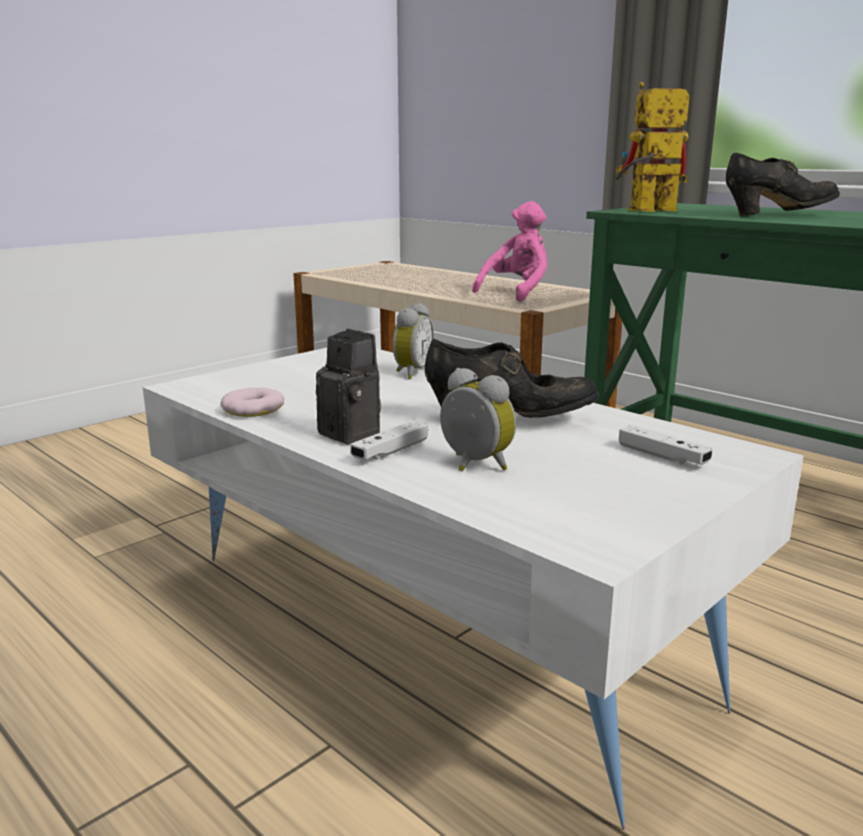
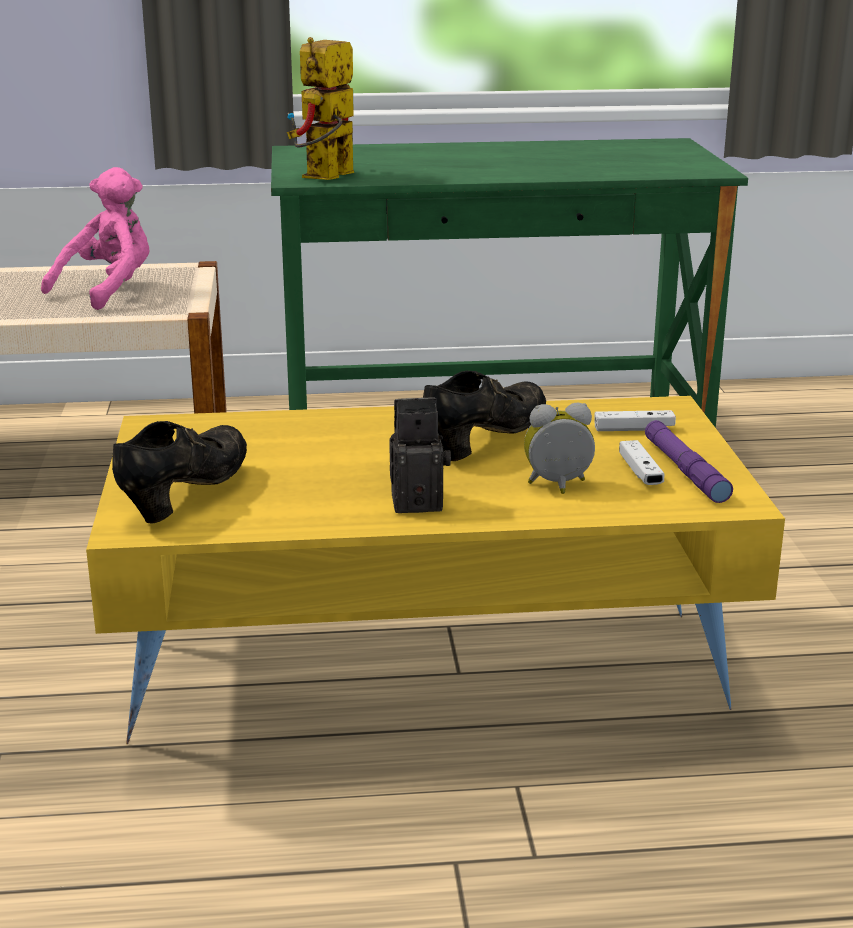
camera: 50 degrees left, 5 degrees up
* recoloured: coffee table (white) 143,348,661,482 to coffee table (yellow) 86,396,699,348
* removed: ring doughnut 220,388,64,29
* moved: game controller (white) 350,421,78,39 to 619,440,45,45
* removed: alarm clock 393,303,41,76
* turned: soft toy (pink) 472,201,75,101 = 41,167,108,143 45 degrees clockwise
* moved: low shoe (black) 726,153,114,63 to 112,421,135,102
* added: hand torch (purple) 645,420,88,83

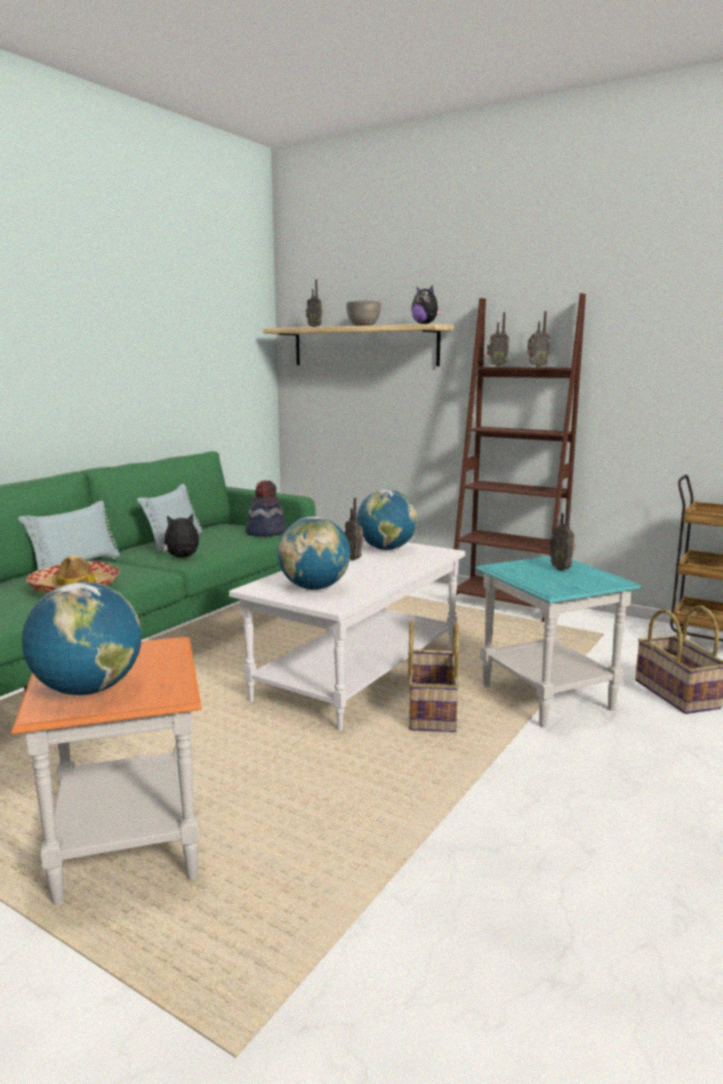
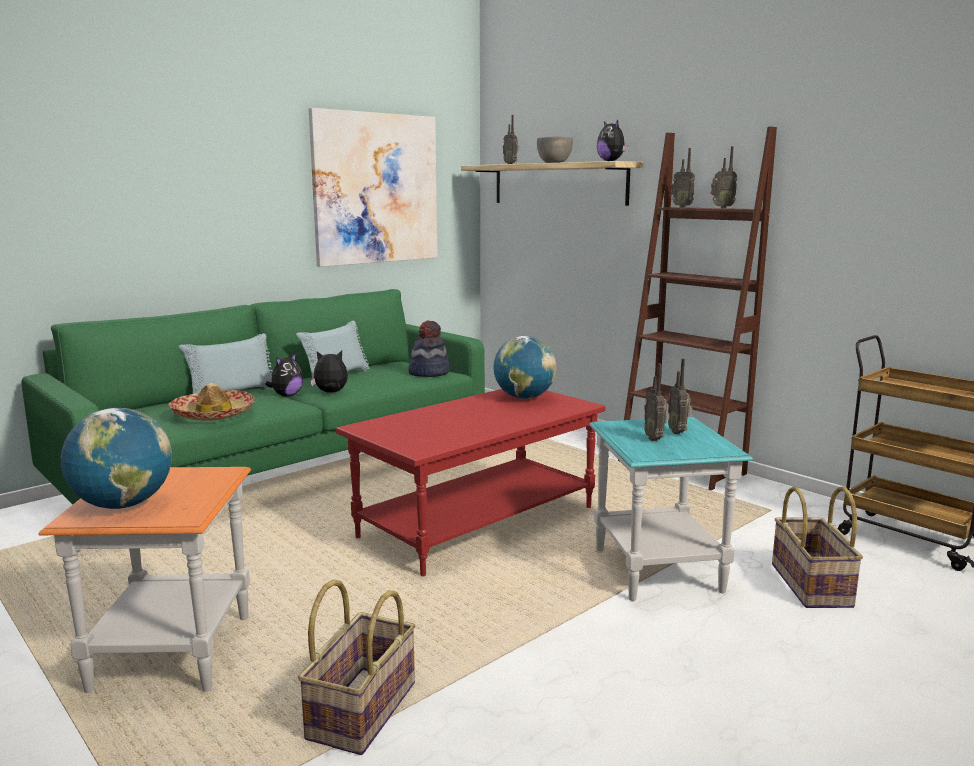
camera: 15 degrees right, 0 degrees up
* recoloured: coffee table (white) 229,541,236,190 to coffee table (red) 336,389,270,187
* removed: globe 278,517,73,73
* moved: radio 345,498,20,62 to 644,364,26,77
* moved: household basket 408,620,51,112 to 298,579,117,176
* added: soft toy 266,353,37,44
* added: picture 309,108,128,159

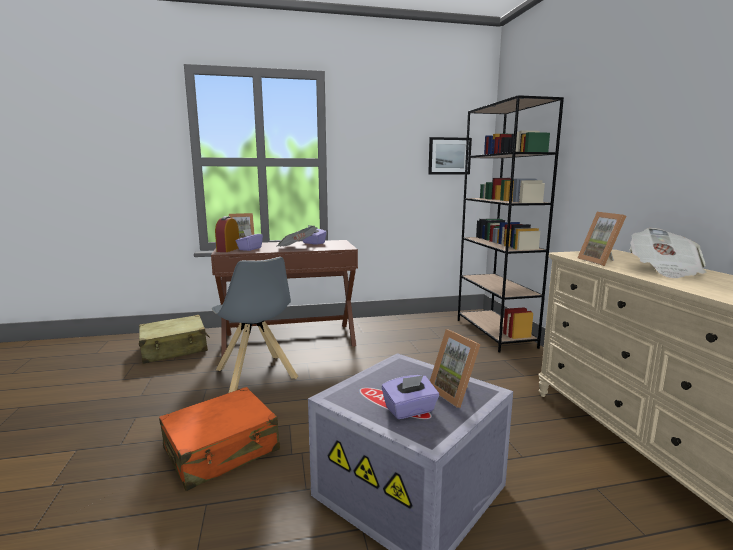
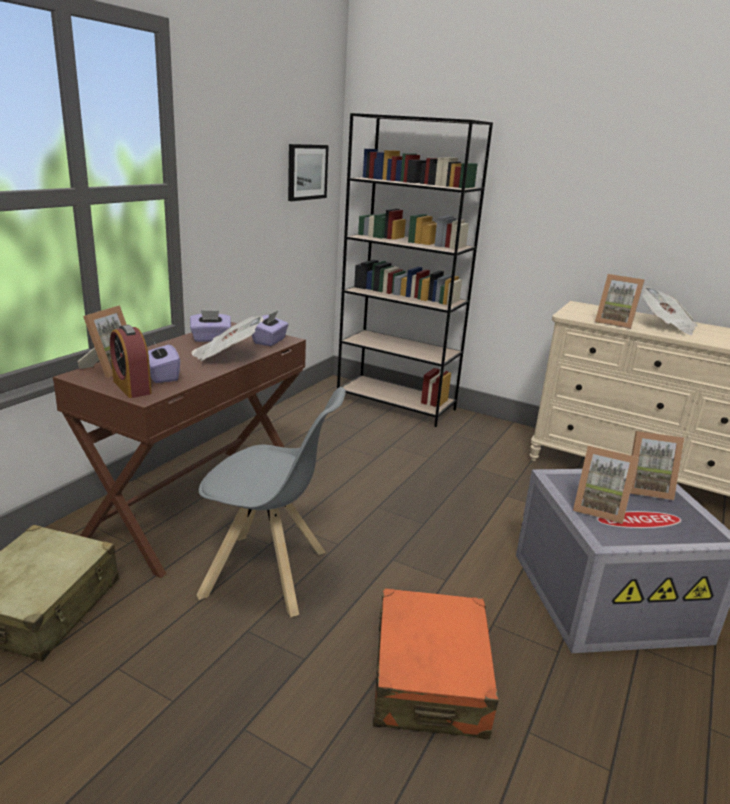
camera: 50 degrees left, 10 degrees up
* moved: tissue holder (purple) 382,375,57,44 to 252,311,37,35
* added: photo frame 573,446,66,78

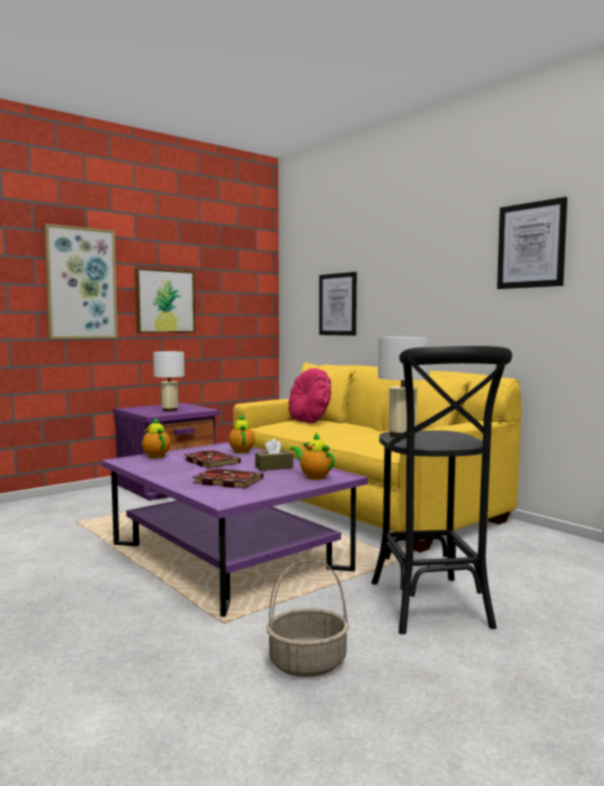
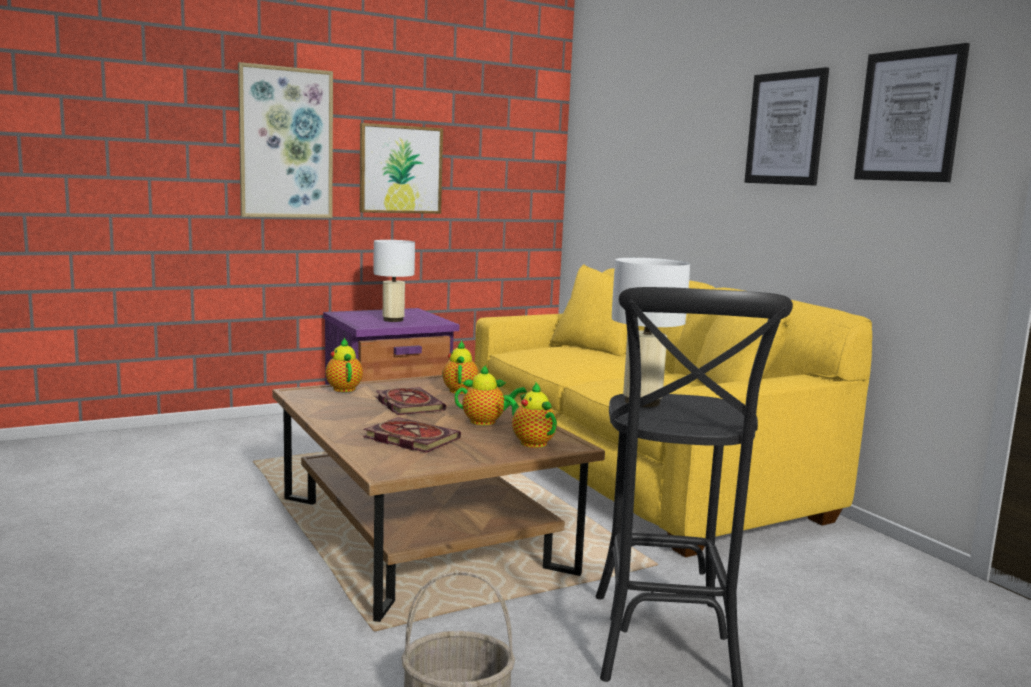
camera: 10 degrees right, 5 degrees up
* recoloured: coffee table (purple) 102,442,266,175 to coffee table (brownish) 272,375,333,247
* replaced: tissue holder (brownish) 255,438,38,33 to pot for tea 454,365,73,60
* removed: pillow (pink) 288,368,43,55
* moved: picture 319,272,38,64 to 745,67,84,119

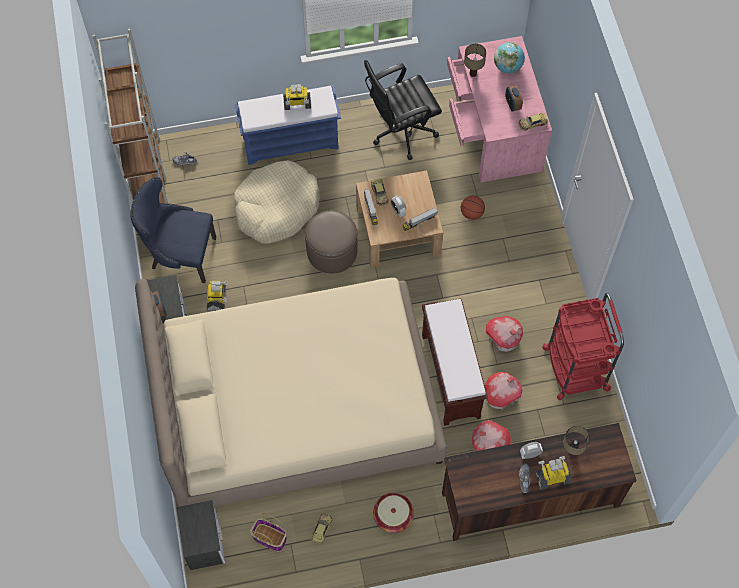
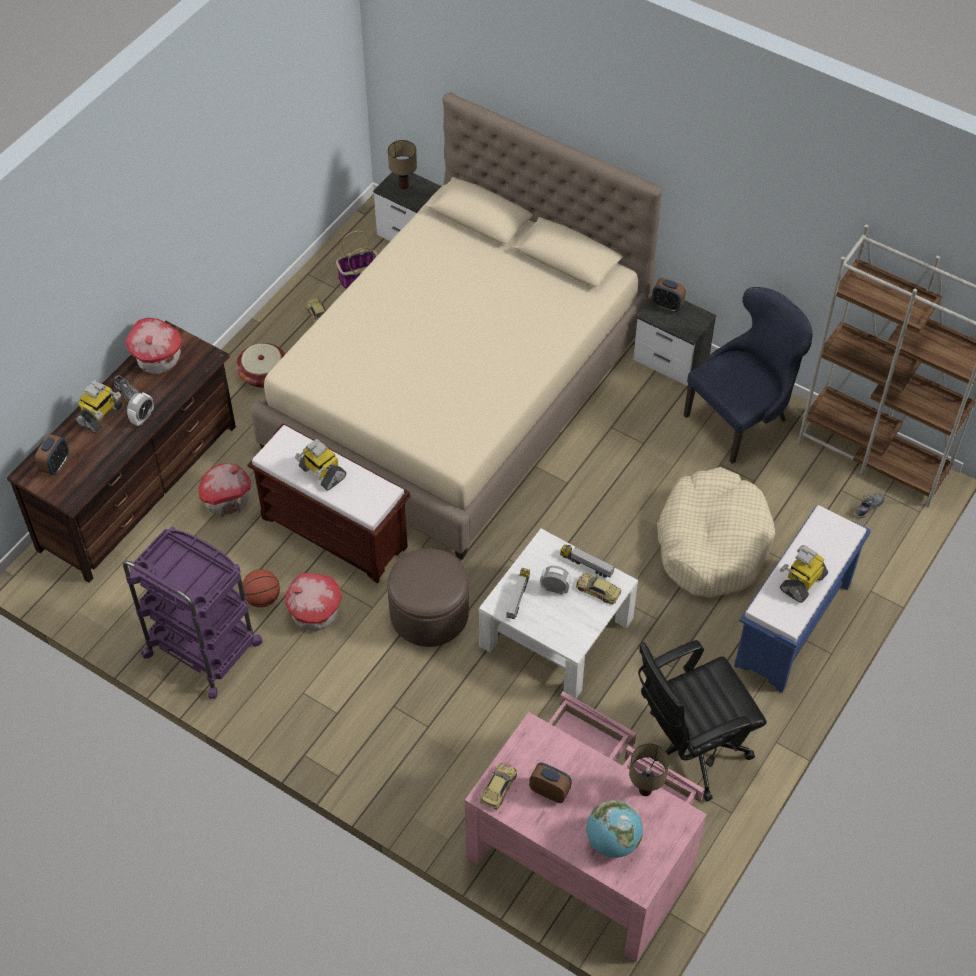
camera: 135 degrees right, 10 degrees down
* moved: robot figure 207,280,21,31 to 295,439,51,52
* moved: pouffe (brownish) 305,210,53,63 to 387,549,82,98
* recoloured: coffee table (brownish) 356,171,87,97 to coffee table (white) 479,529,159,170
* turned: desk chair (black) 364,60,78,100 = 638,640,129,161 135 degrees counterclockwise
* moved: basketball 461,195,24,25 to 242,569,38,39
* moved: miniature house 485,372,37,38 to 125,318,57,56
* recoloured: wheeled cart (red) 542,293,82,107 to wheeled cart (purple) 123,527,140,172
* moved: tabletop lamp 563,426,27,29 to 388,140,29,49
* added: alarm clock 35,434,34,41

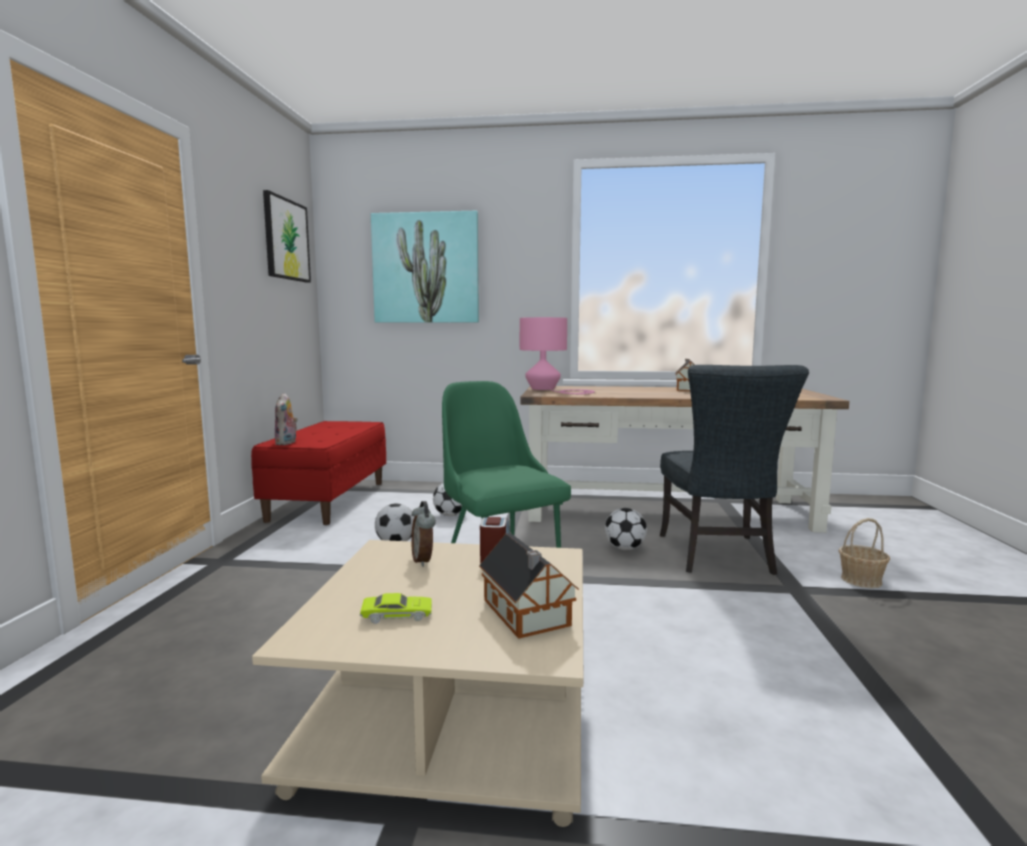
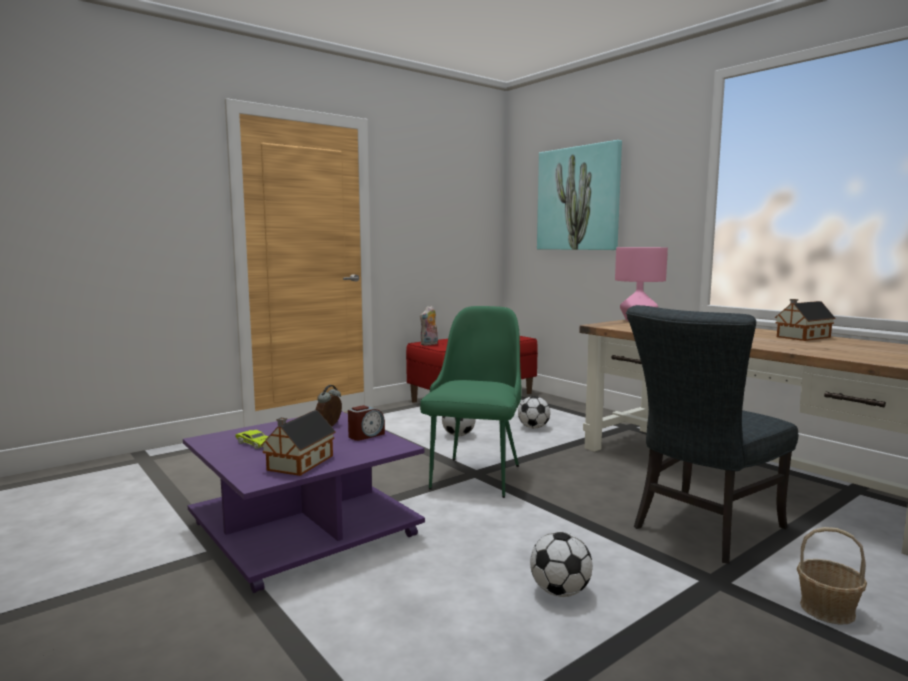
camera: 45 degrees right, 0 degrees up
* recoloured: coffee table (sand-coloured) 252,540,331,287 to coffee table (purple) 183,411,242,182
* removed: picture 263,190,48,93
* moved: ball for football 605,508,42,42 to 530,532,63,65

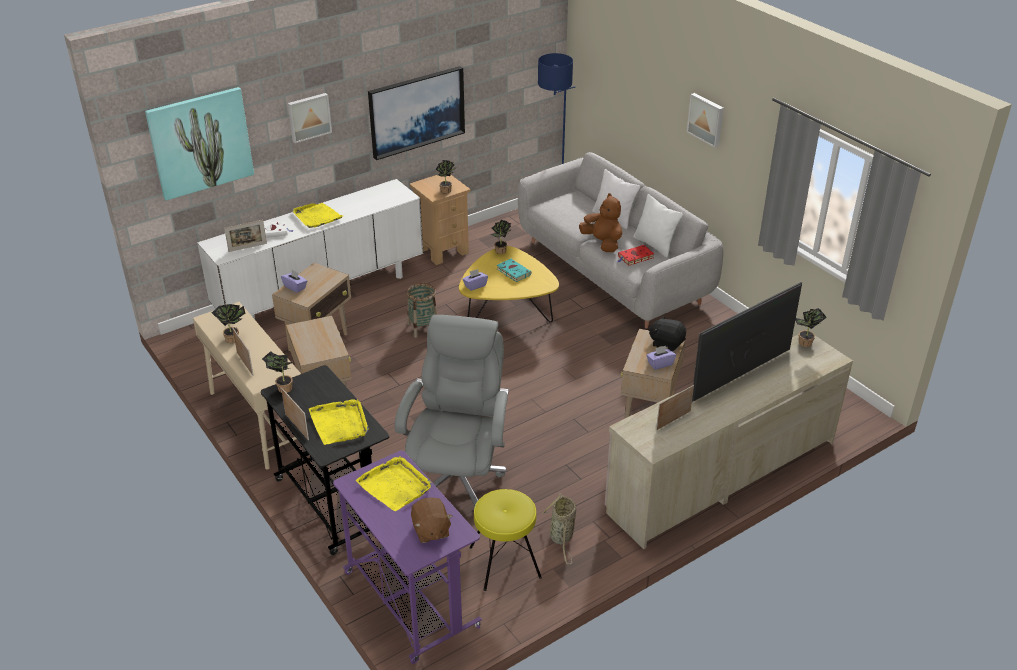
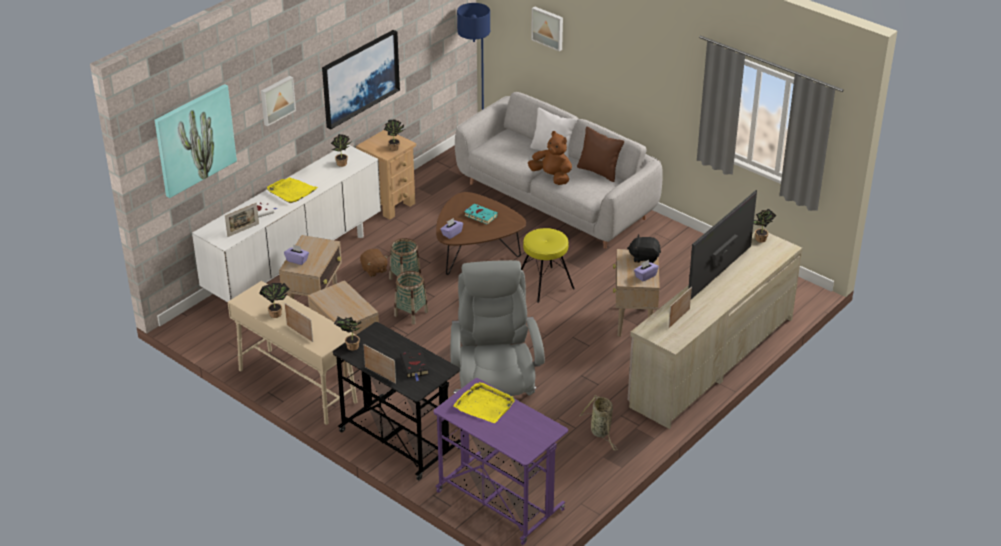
camera: 15 degrees left, 0 degrees up
* replaced: serving tray (yellow) 309,399,60,46 to book (black) 400,349,29,32
* moved: soft toy (brownish) 411,497,41,46 to 360,249,28,28
* recoloured: coffee table (yellow) 459,246,100,76 to coffee table (brownish) 436,192,90,83
* moved: stool (yellow) 470,489,72,102 to 521,228,54,75
* moved: houseplant 490,220,22,34 to 331,134,21,33
* removed: book (red) 617,245,37,21
* recoloured: pillow (white) 633,194,50,64 to pillow (brownish) 577,127,47,55
* moved: picture 687,93,37,55 to 531,6,32,45
* added: household basket 394,271,34,53

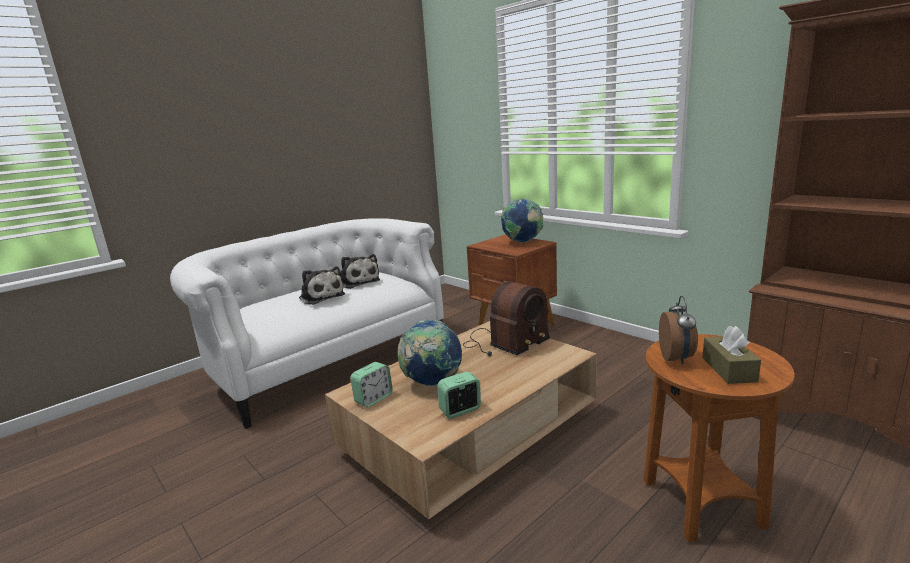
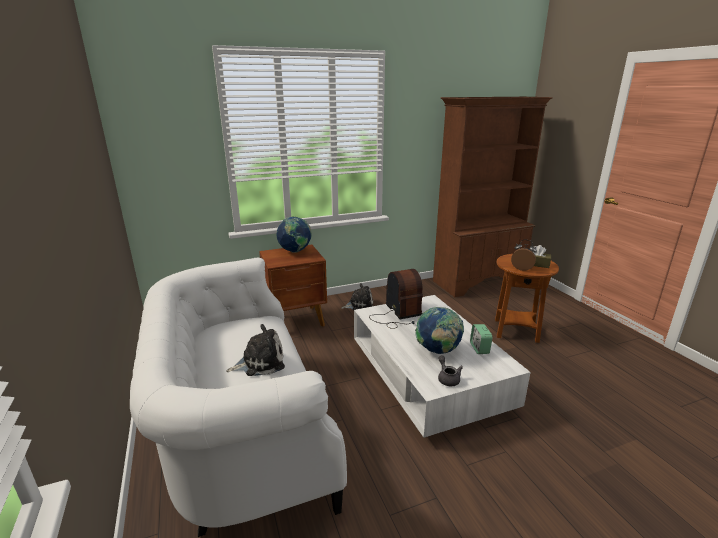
camera: 70 degrees left, 5 degrees up
* recoloured: coffee table (brownish) 325,321,272,198 to coffee table (white) 354,295,177,143
* moved: soft toy 341,254,39,35 to 341,283,32,28
* replaced: alarm clock 350,362,43,45 to pot for tea (greyish) 438,355,25,31

